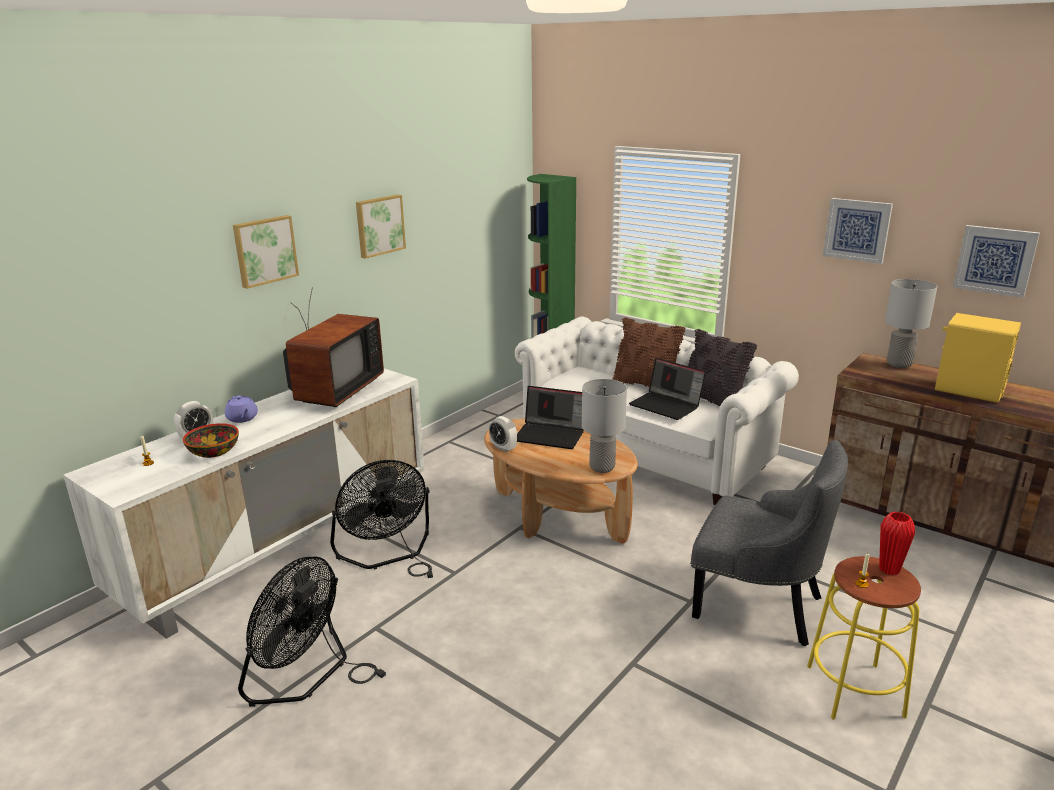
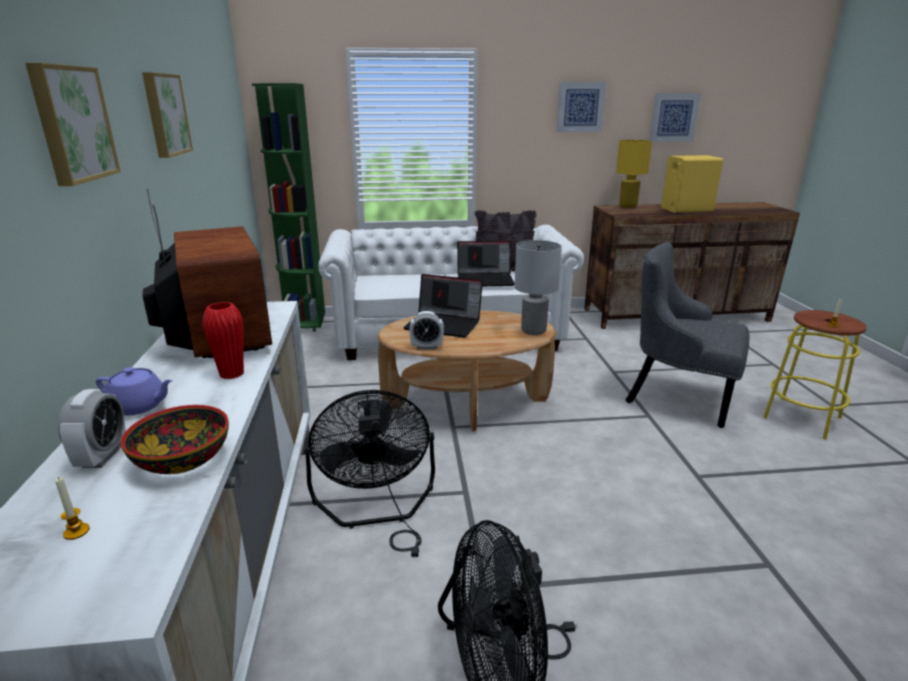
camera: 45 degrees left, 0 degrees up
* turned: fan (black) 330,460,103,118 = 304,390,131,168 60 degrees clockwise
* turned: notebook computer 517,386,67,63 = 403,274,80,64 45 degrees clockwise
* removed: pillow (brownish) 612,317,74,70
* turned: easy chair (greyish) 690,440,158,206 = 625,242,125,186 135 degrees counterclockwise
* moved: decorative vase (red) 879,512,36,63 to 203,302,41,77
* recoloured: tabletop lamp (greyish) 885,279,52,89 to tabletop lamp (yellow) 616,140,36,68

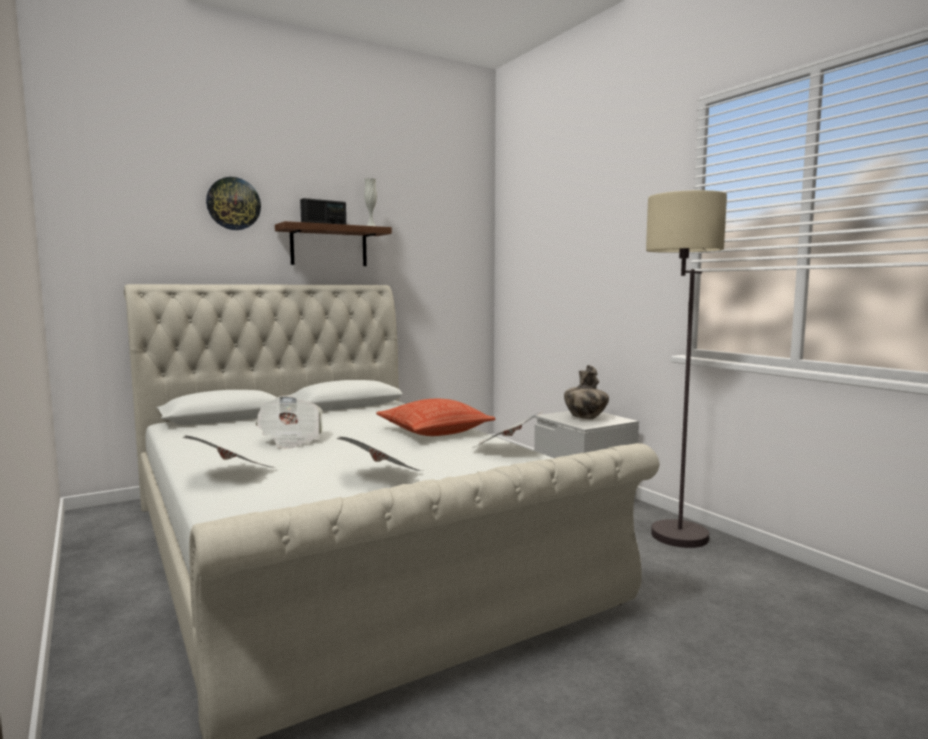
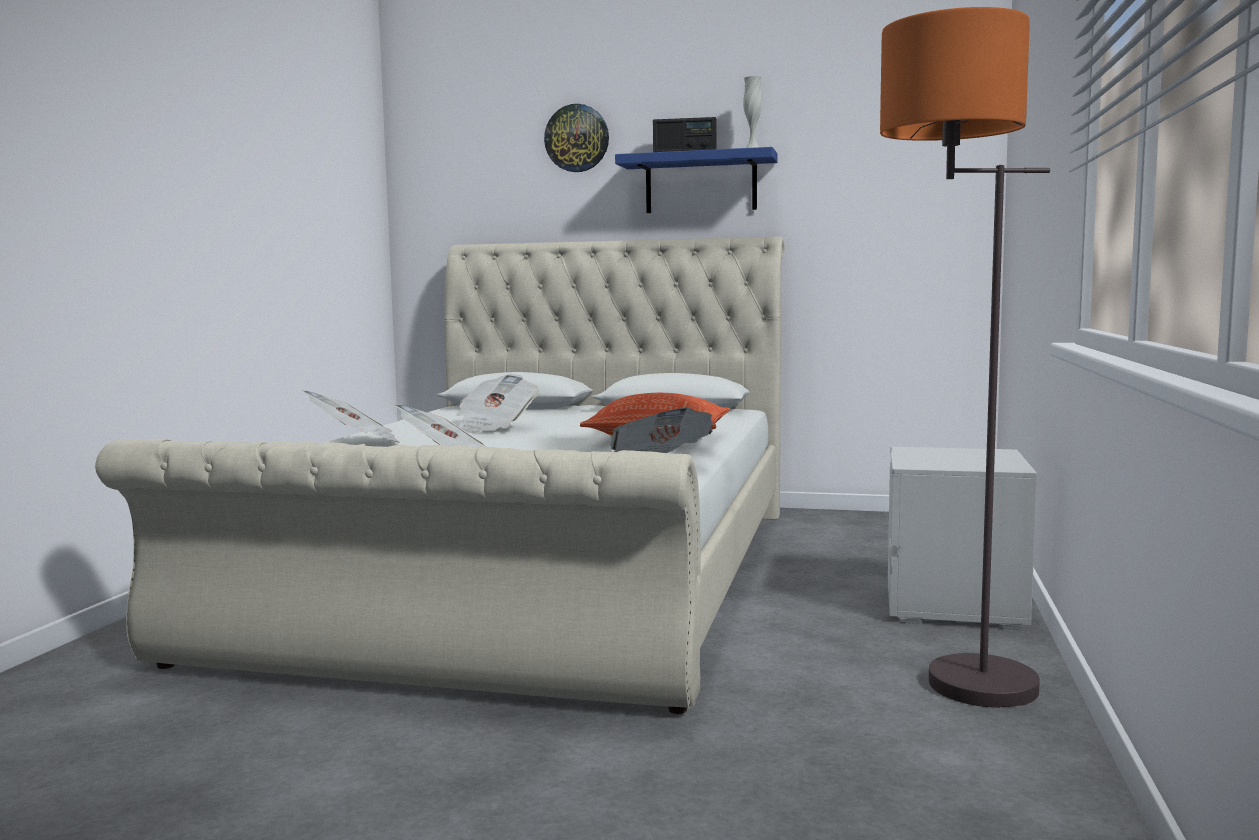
camera: 45 degrees right, 0 degrees up
* recoloured: shelf (brownish) 275,221,117,45 to shelf (blue-coloured) 615,147,163,66
* removed: decorative vase 564,365,45,54
* recoloured: floor lamp (sand-coloured) 646,190,81,358 to floor lamp (orangey) 880,7,170,701

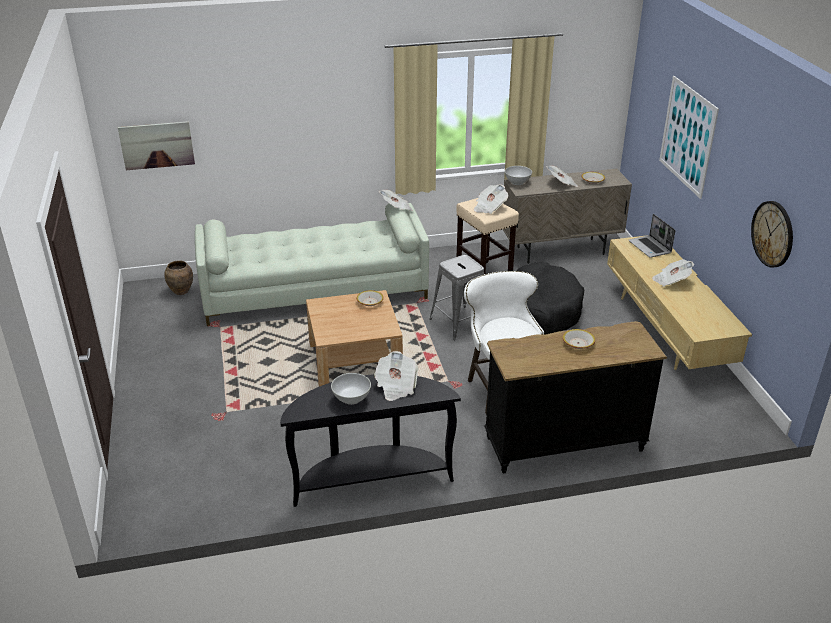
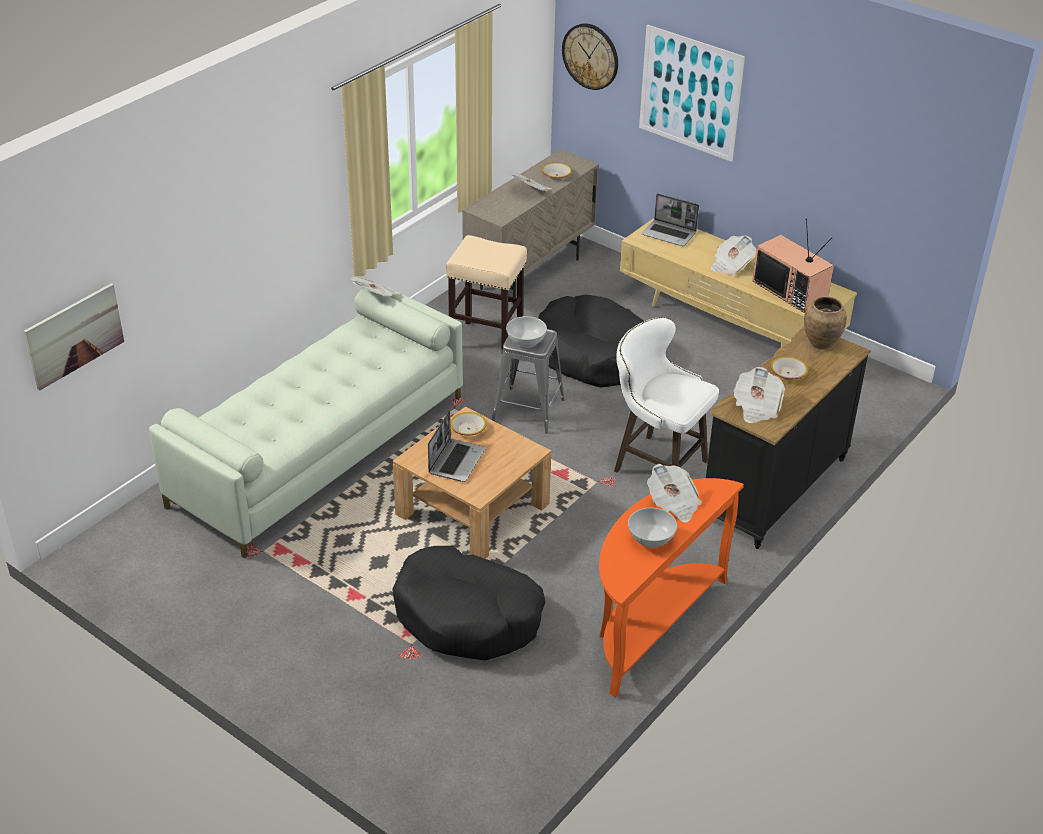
camera: 40 degrees left, 5 degrees up
* moved: decorative vase (brownish) 165,260,28,35 to 804,297,43,52
* recoloured: hall table (black) 280,374,181,133 to hall table (orangey) 599,478,145,219
* moved: newspaper 474,184,34,30 to 733,367,52,56
* moved: serving bowl (white) 505,166,27,19 to 506,316,41,32
* moved: wall clock 751,201,42,67 to 562,23,56,67
* added: pet bed (black) 392,546,153,115
* added: notebook computer 428,410,58,72
* added: TV set 752,219,82,94

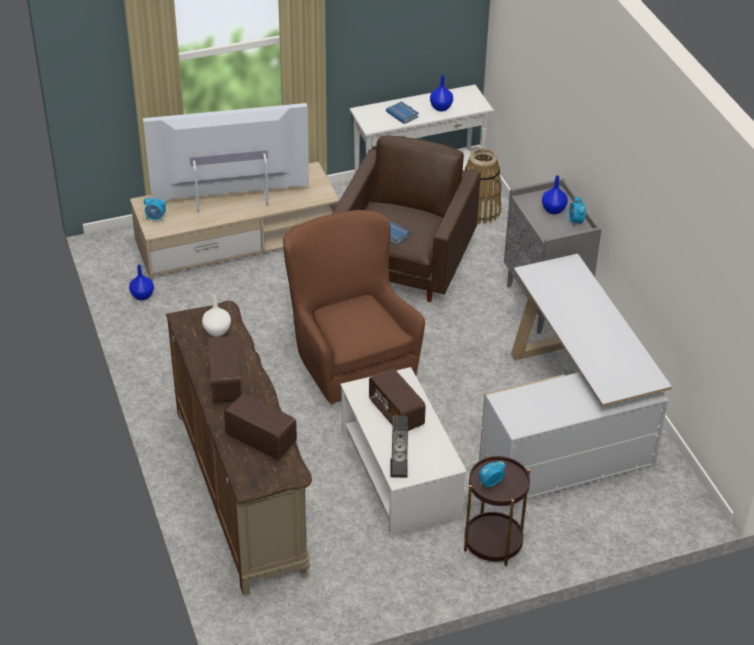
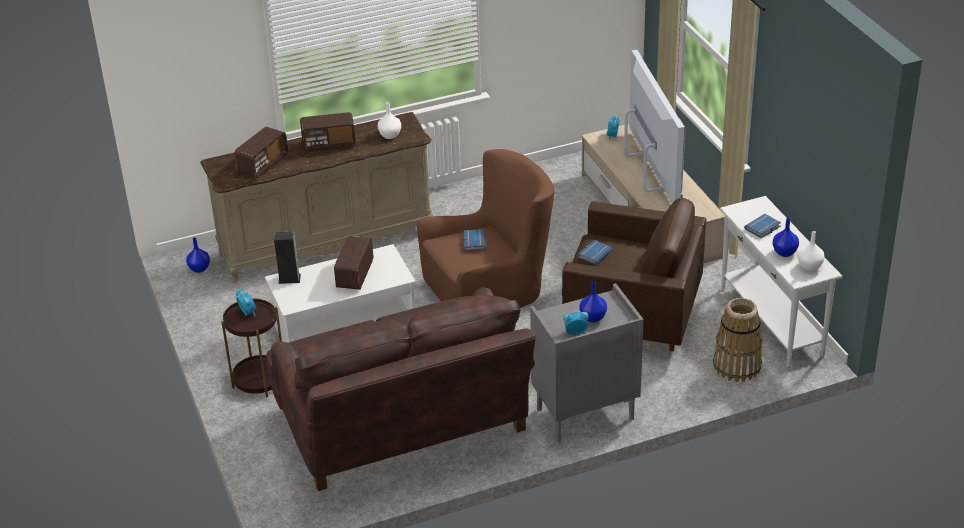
camera: 90 degrees right, 5 degrees down
* moved: decorative vase (blue-coloured) 129,265,25,36 to 186,237,24,36
* turned: radio 369,368,57,63 = 334,236,39,54 45 degrees counterclockwise
* replaced: desk unit (white) 479,254,193,247 to settee (brownish) 266,287,270,204
* added: book (blue-coloured) 464,230,22,21
* added: decorative vase (white) 798,231,26,40

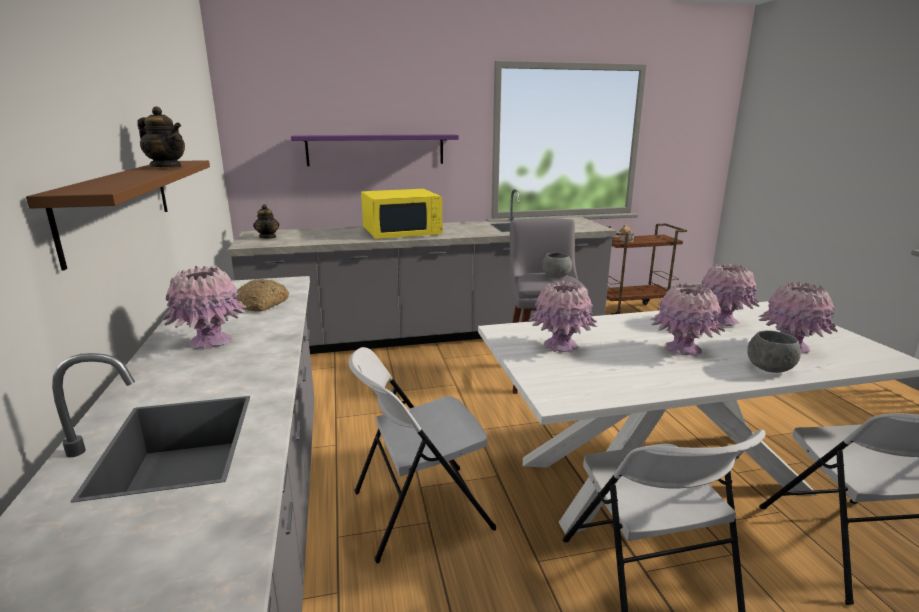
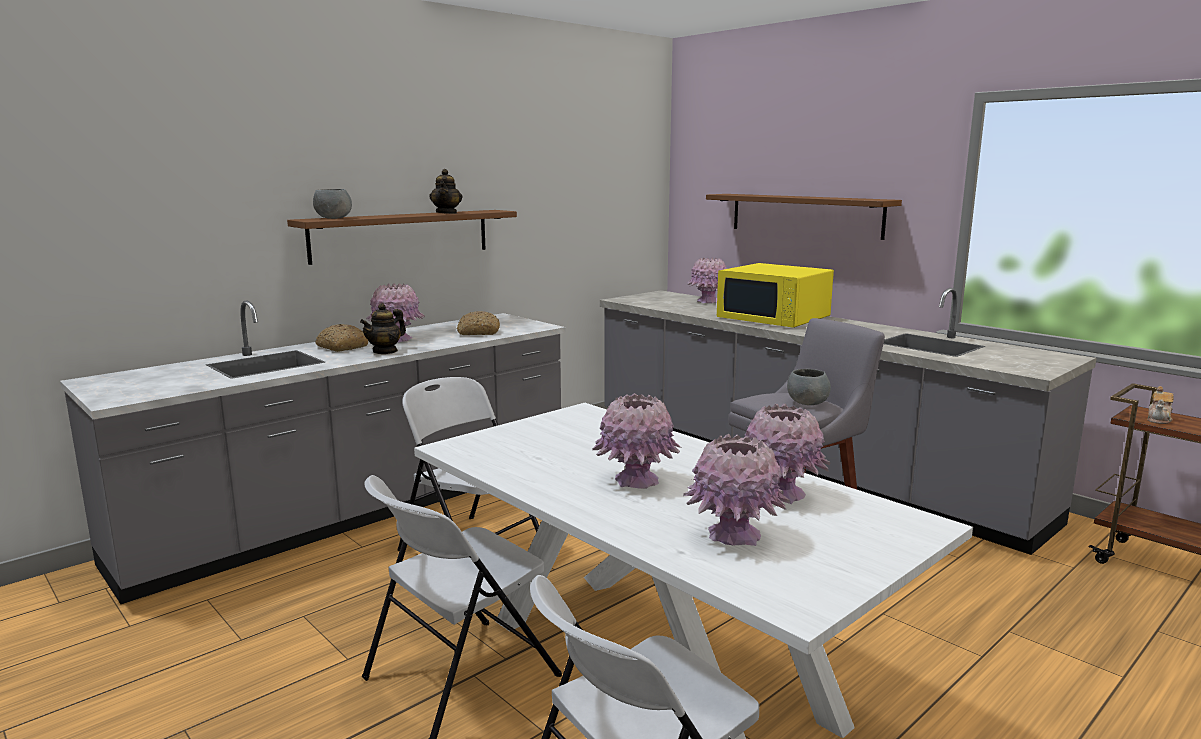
camera: 60 degrees right, 5 degrees down
* moved: pot for tea 253,204,26,35 to 360,303,46,51
* recoloured: shelf (purple) 291,134,168,32 to shelf (brownish) 706,194,196,46
* moved: decorative vase (pink) 528,280,69,73 to 687,257,40,46
* moved: serving bowl (greyish) 747,330,54,43 to 313,189,39,30
* added: bakery bread 315,324,54,28

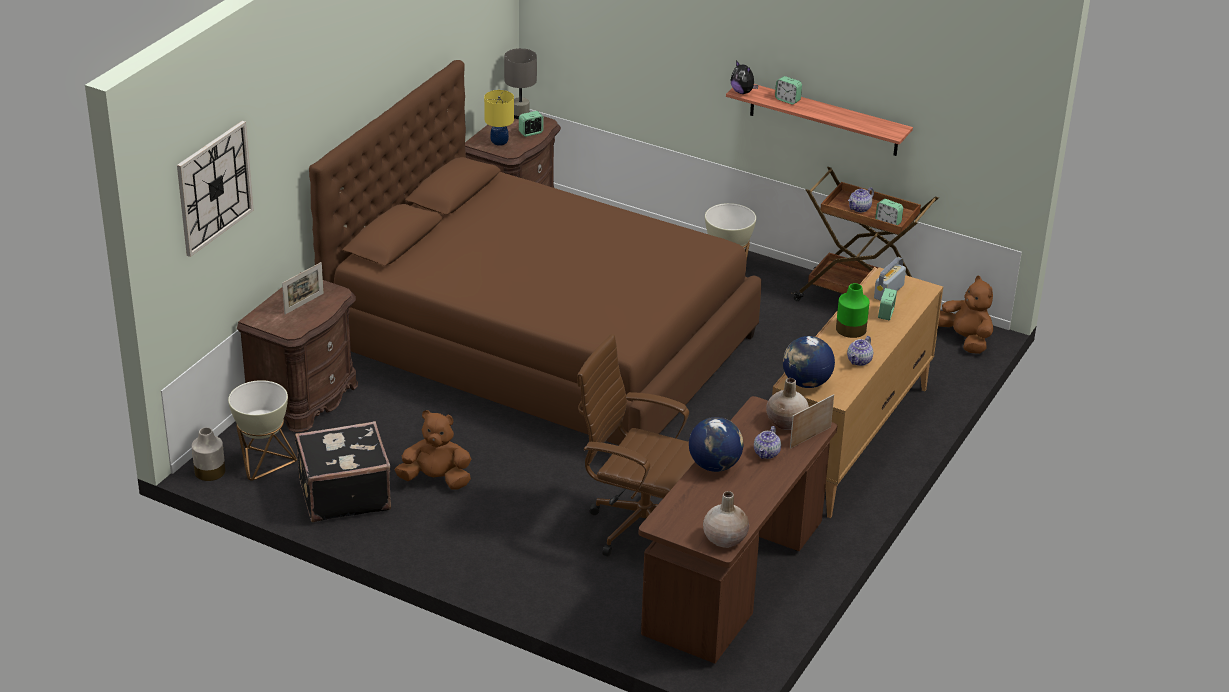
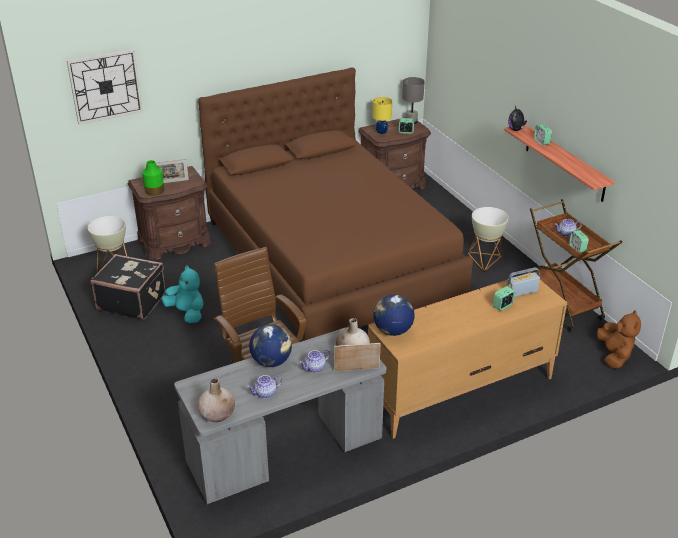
camera: 35 degrees right, 0 degrees up
* removed: decorative vase (sand-coloured) 192,427,34,54
* recoloured: soft toy (brownish) 395,410,76,80 to soft toy (turquoise-coloured) 161,266,43,57
* recoloured: desk unit (brownish) 639,396,198,268 to desk unit (greyish) 174,327,213,177
* moved: decorative vase (green-coloured) 836,283,34,55 to 142,160,22,36
* moved: pot for tea 847,336,26,30 to 247,375,36,23

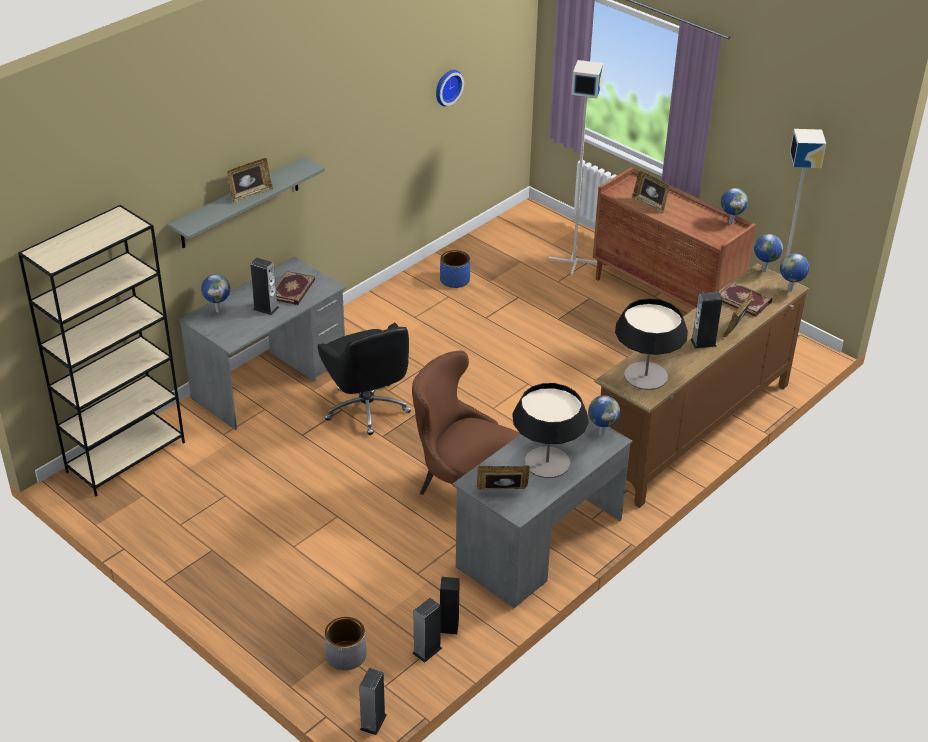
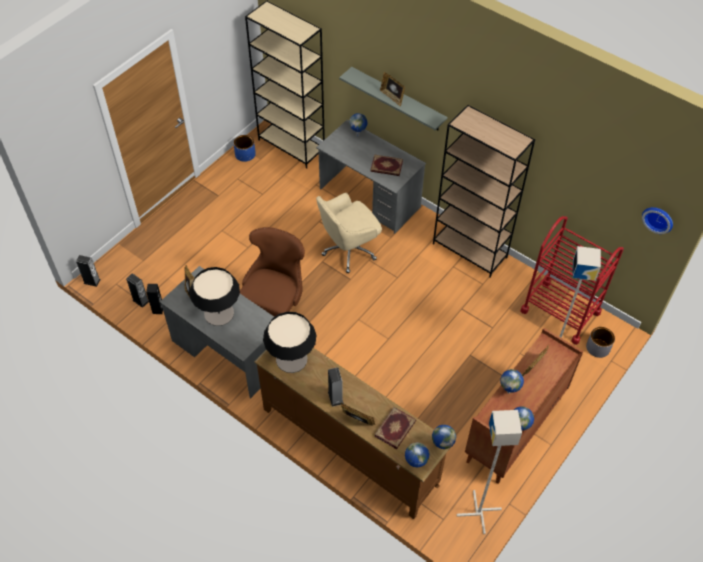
camera: 85 degrees right, 15 degrees up
* removed: loudspeaker 250,258,29,57
* recoloured: desk chair (black) 317,322,94,113 to desk chair (sand-coloured) 316,193,66,80
* moved: flower pot (greyish) 324,617,43,53 to 586,327,29,31
* moved: wall clock 436,70,28,36 to 642,207,31,27
* moved: flower pot (blue-coloured) 440,250,30,38 to 234,135,22,27
* moved: globe 588,395,32,41 to 500,369,24,25
* added: bookshelf (sand-coloured) 433,105,102,173
* added: wheeled cart (red) 521,216,103,129

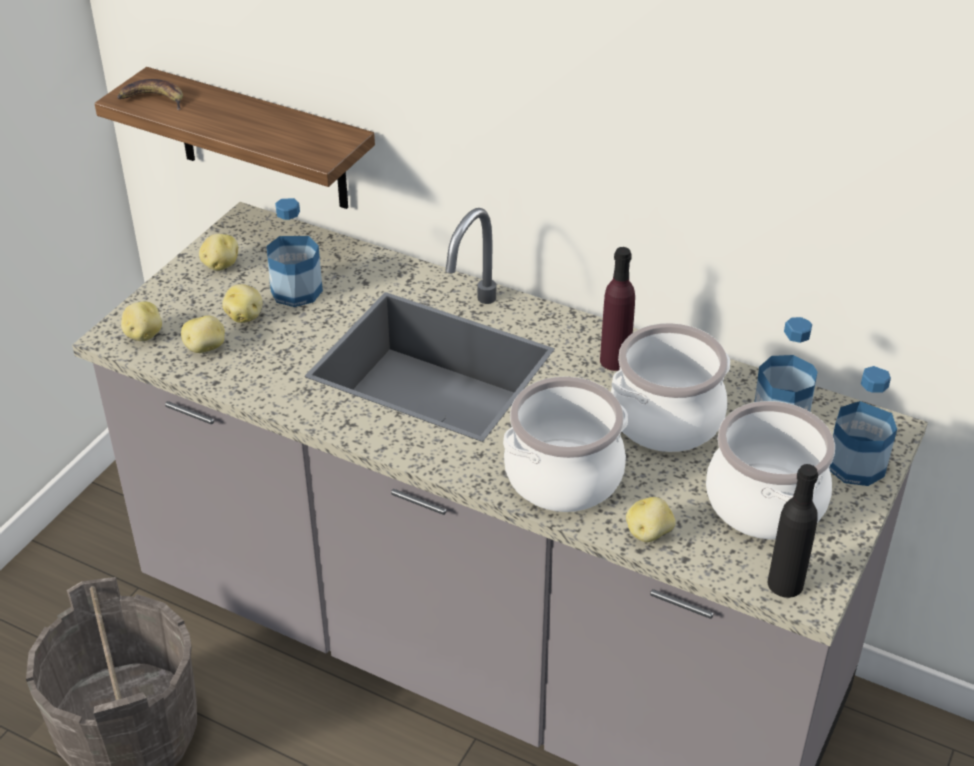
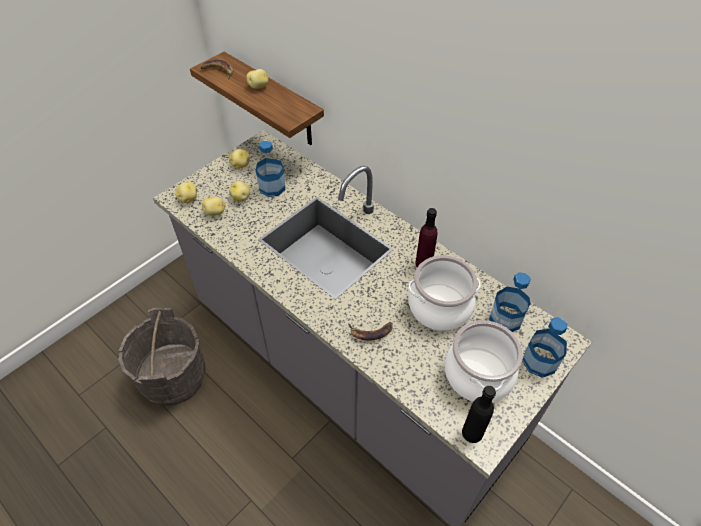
camera: 15 degrees right, 10 degrees up
* replaced: stockpot 503,376,125,136 to banana fruit 348,322,45,19
* moved: spud 626,497,50,45 to 246,69,22,20

